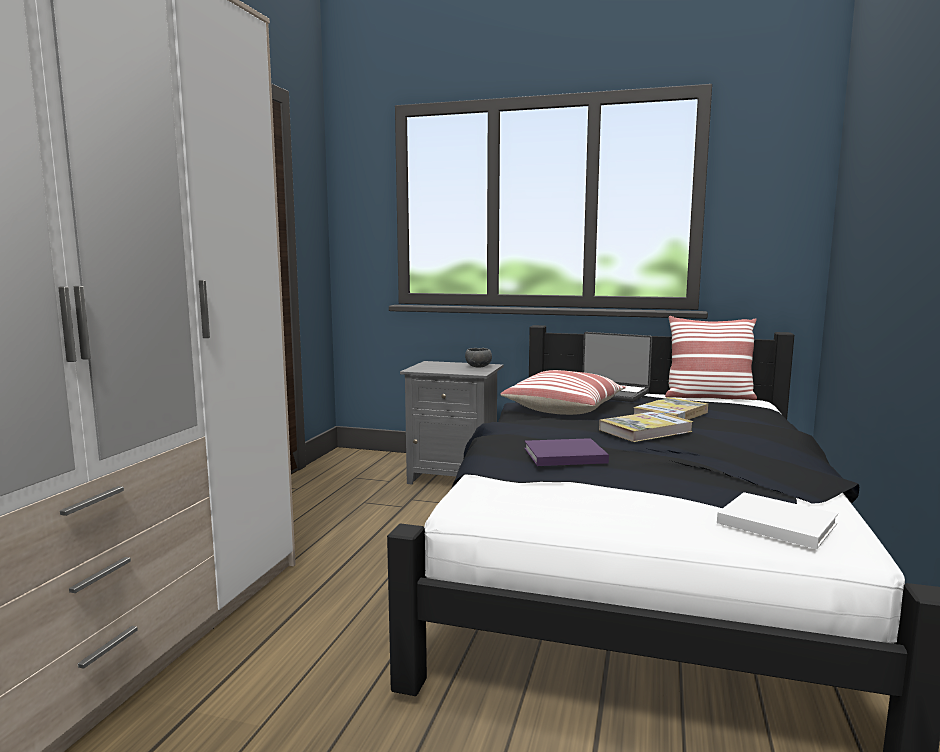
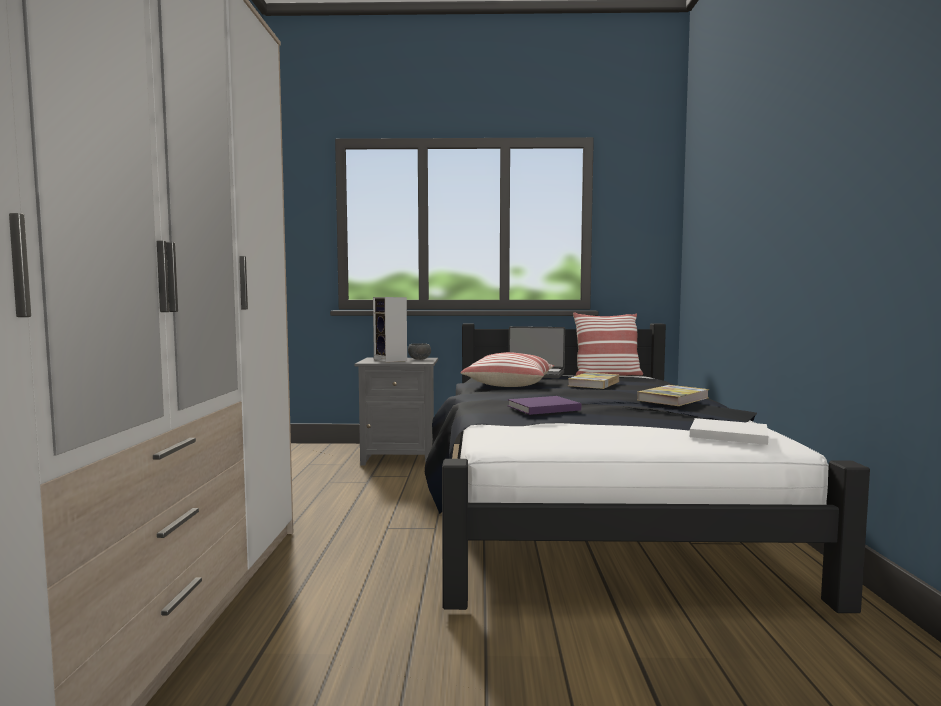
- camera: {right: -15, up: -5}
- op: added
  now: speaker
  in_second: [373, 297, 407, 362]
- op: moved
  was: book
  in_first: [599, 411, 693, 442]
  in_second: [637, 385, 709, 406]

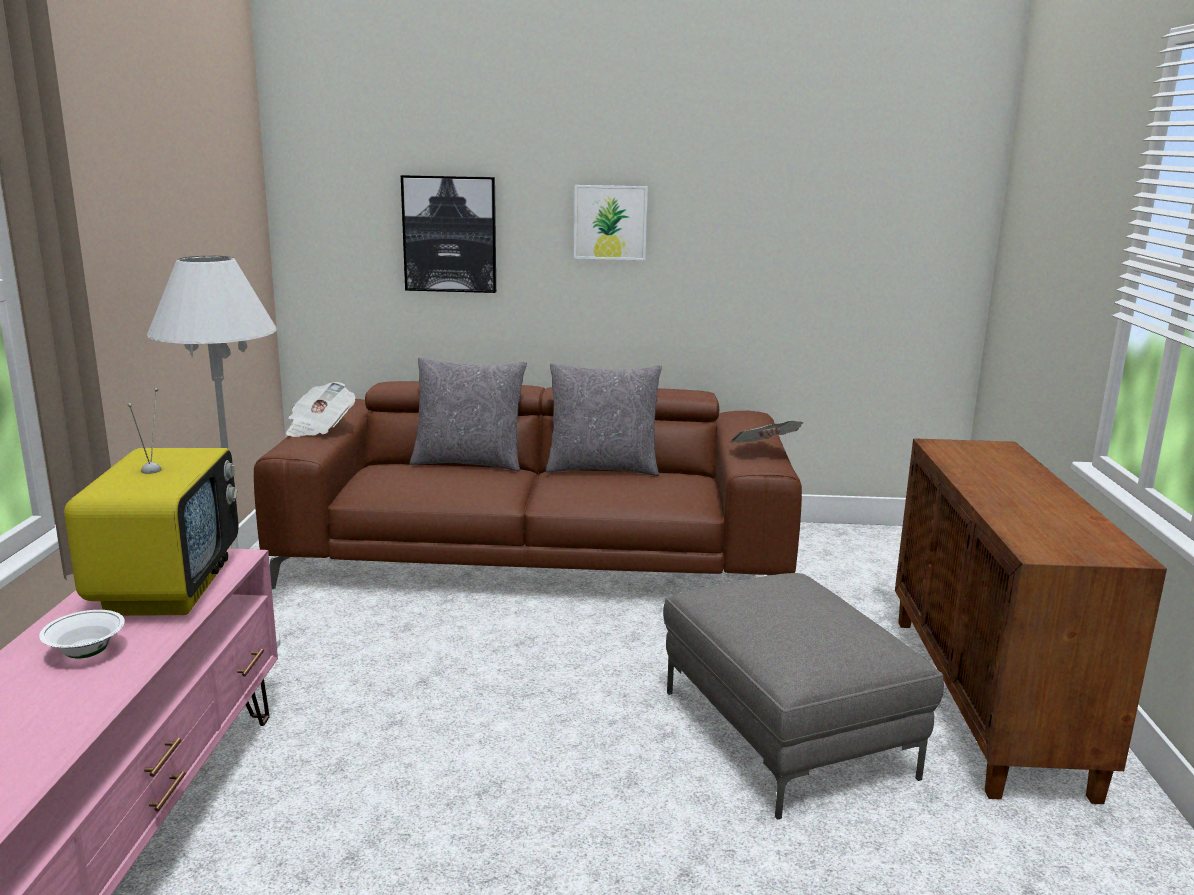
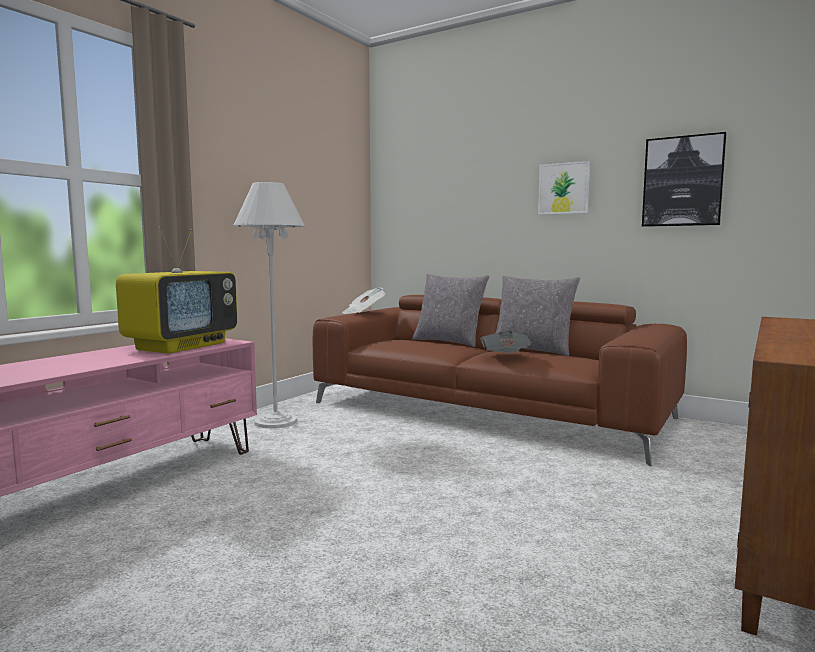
- camera: {right: 30, up: -10}
- op: removed
  was: white_bowl
  in_first: [39, 610, 125, 659]
- op: removed
  was: grey_ottoman
  in_first: [663, 573, 944, 820]
- op: moved
  was: picture
  in_first: [401, 175, 496, 293]
  in_second: [642, 132, 727, 227]
- op: moved
  was: newspaper
  in_first: [730, 421, 803, 443]
  in_second: [480, 331, 532, 353]

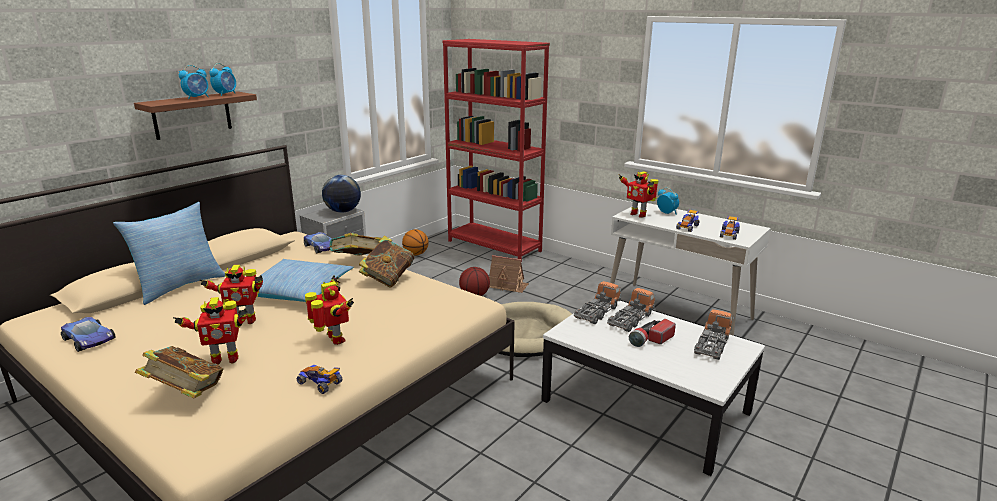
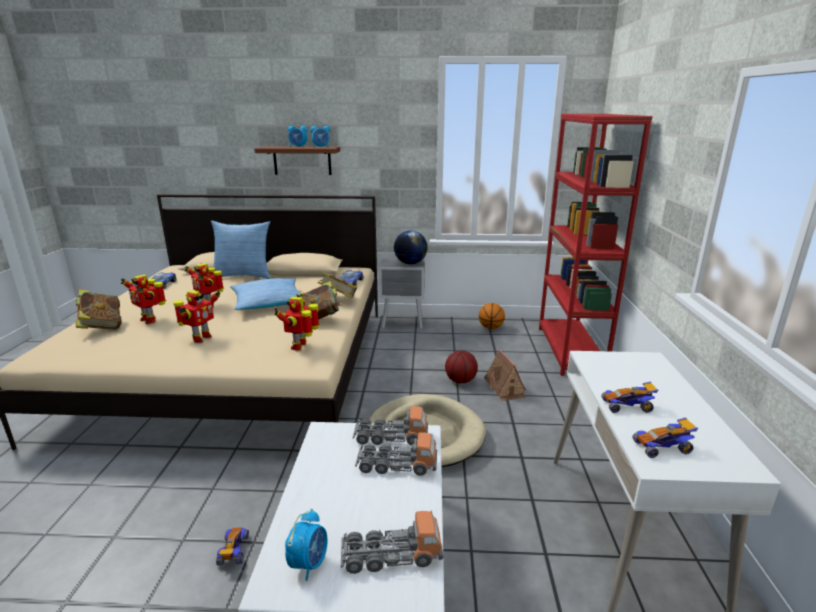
- camera: {right: 55, up: 0}
- op: removed
  was: flashlight
  in_first: [629, 319, 676, 347]
- op: moved
  was: toy_car
  in_first: [296, 365, 342, 394]
  in_second: [216, 527, 249, 566]
- op: moved
  was: toy_robot
  in_first: [619, 171, 658, 218]
  in_second: [274, 294, 319, 350]
- op: moved
  was: alarm_clock
  in_first: [657, 188, 679, 215]
  in_second: [285, 509, 328, 581]

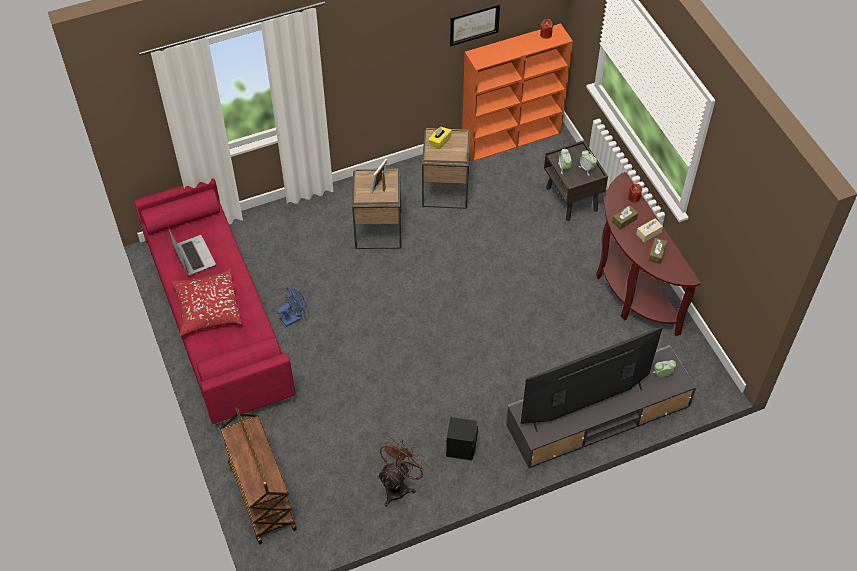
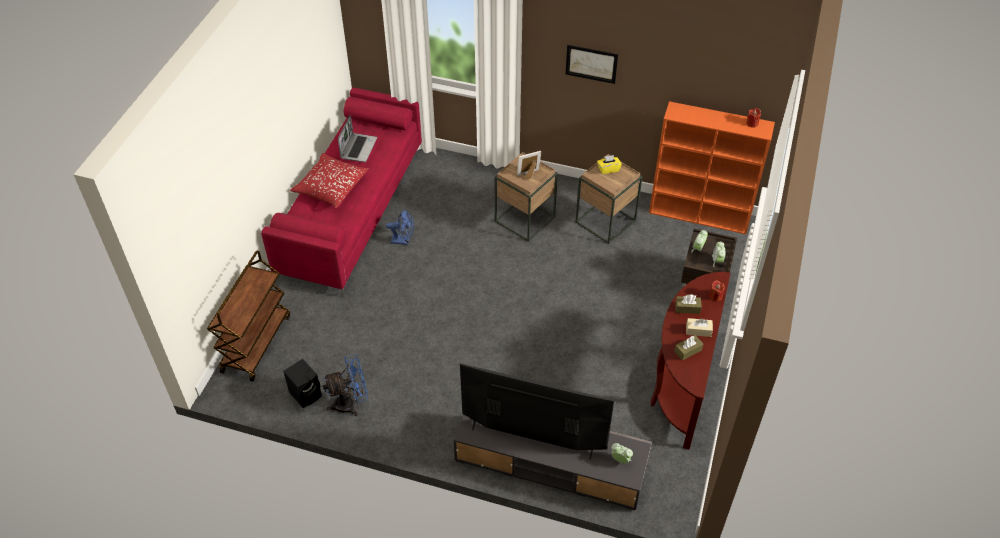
- camera: {right: 40, up: -5}
- op: moved
  was: black_speaker
  in_first: [446, 417, 478, 460]
  in_second: [283, 359, 322, 408]
- op: moved
  was: picture
  in_first: [450, 4, 500, 46]
  in_second: [565, 45, 618, 84]
- op: recoloured
  was: brown_fan
  now: blue_fan
  in_first: [377, 438, 428, 507]
  in_second: [323, 354, 368, 416]

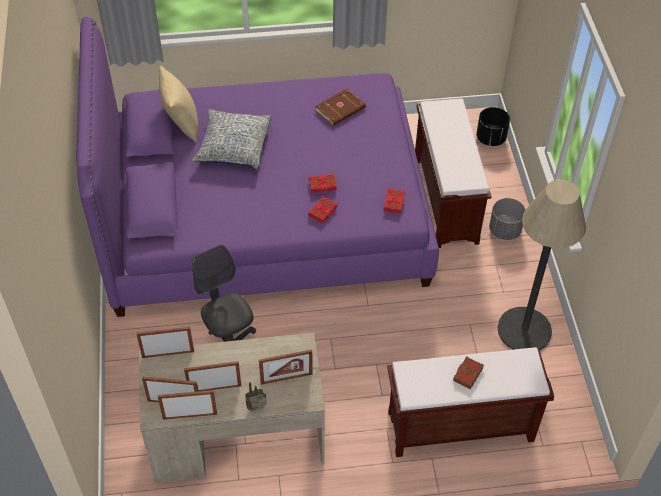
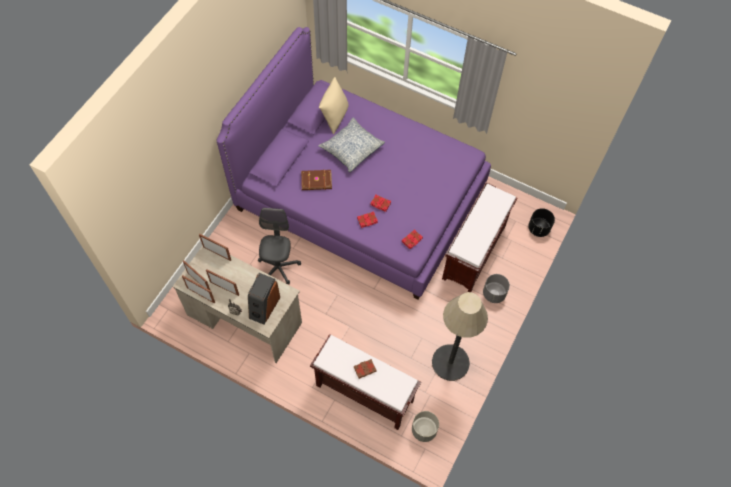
- camera: {right: 35, up: 10}
- op: added
  now: grey_planter
  in_second: [412, 411, 439, 442]
- op: moved
  was: brown_book
  in_first: [315, 89, 366, 126]
  in_second: [301, 170, 332, 190]
- op: replaced
  was: picture_frame
  now: speaker
  in_first: [259, 349, 313, 385]
  in_second: [248, 273, 280, 325]

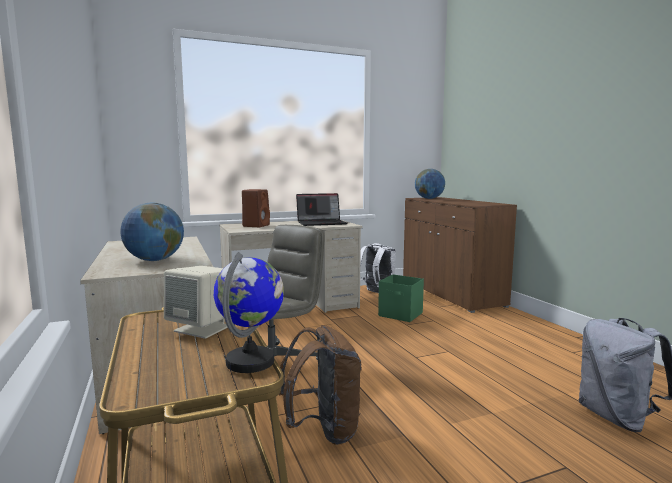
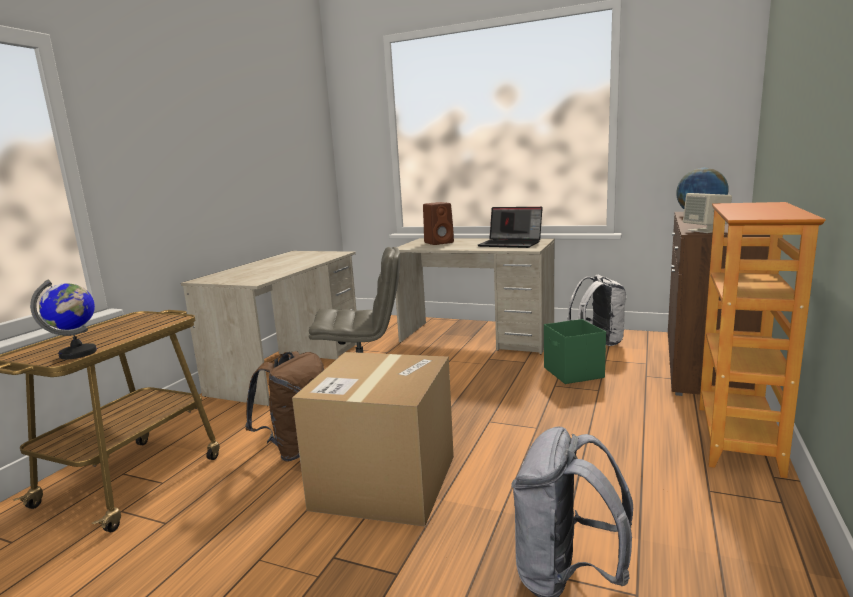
- camera: {right: 45, up: 5}
- op: removed
  was: globe
  in_first: [121, 203, 184, 261]
- op: added
  now: cardboard_box
  in_second: [292, 352, 454, 527]
- op: added
  now: bookcase
  in_second: [699, 202, 826, 478]
- op: moved
  was: beige_speaker
  in_first: [164, 266, 228, 339]
  in_second: [683, 193, 732, 233]

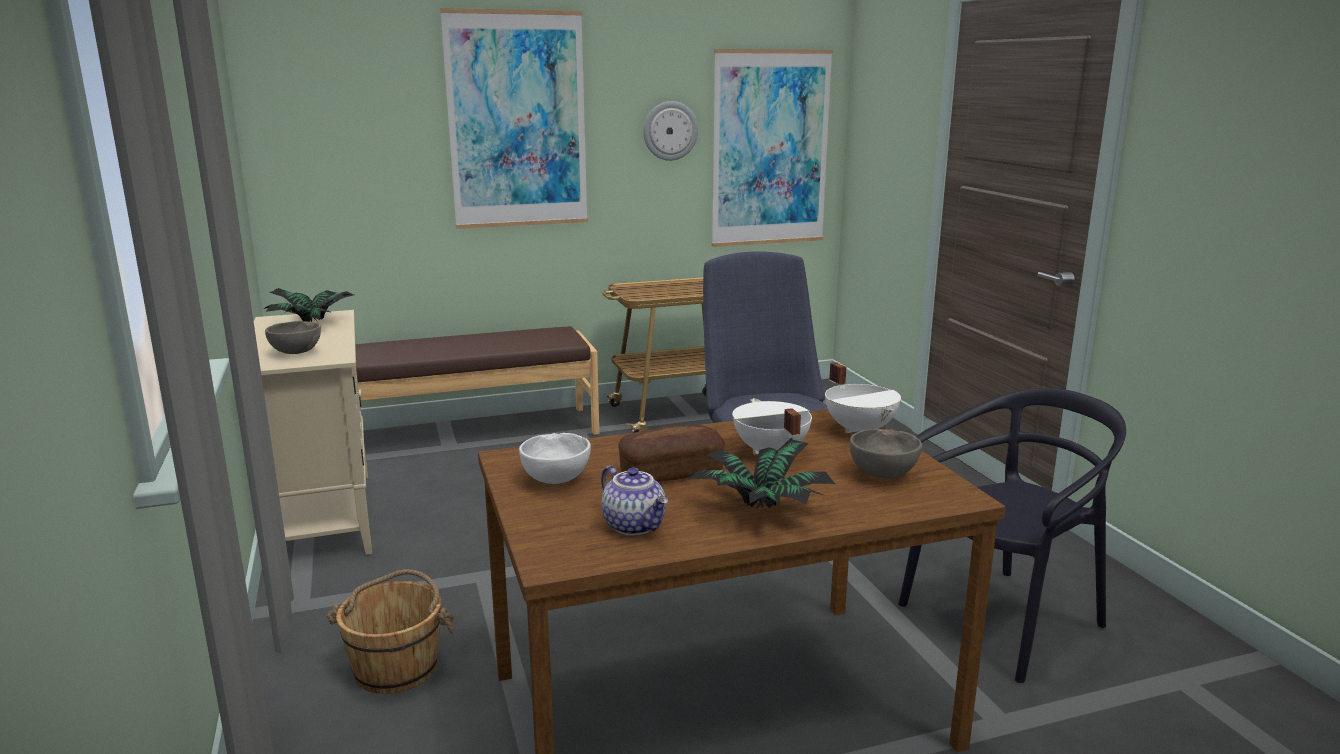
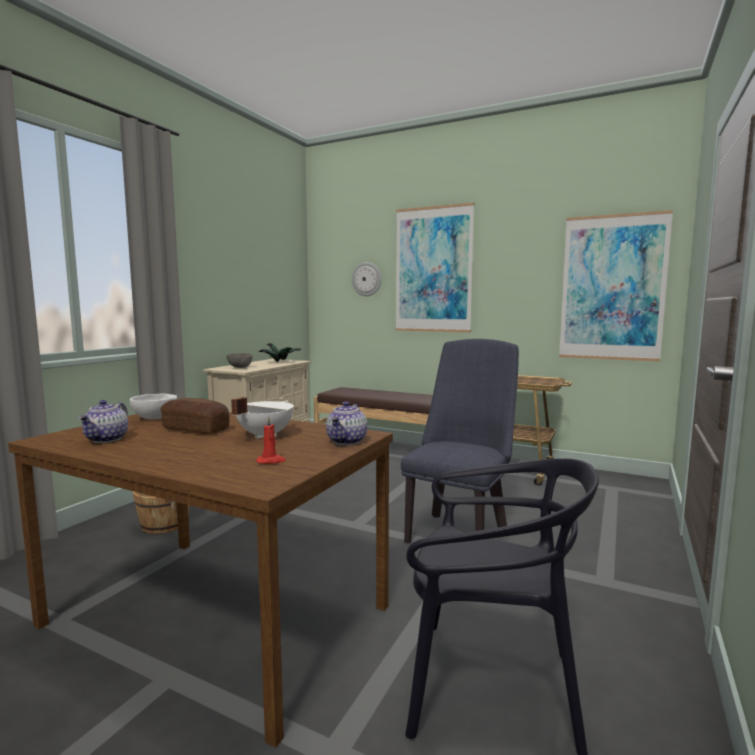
- camera: {right: 45, up: -10}
- op: removed
  was: potted_plant
  in_first: [689, 438, 835, 509]
- op: moved
  was: wall_clock
  in_first: [643, 101, 698, 161]
  in_second: [352, 262, 381, 296]
- op: replaced
  was: white_cooking_pot
  now: teapot
  in_first: [825, 362, 901, 433]
  in_second: [326, 401, 367, 445]
- op: replaced
  was: grey_bowl
  now: red_candle
  in_first: [850, 429, 922, 479]
  in_second: [257, 416, 286, 464]

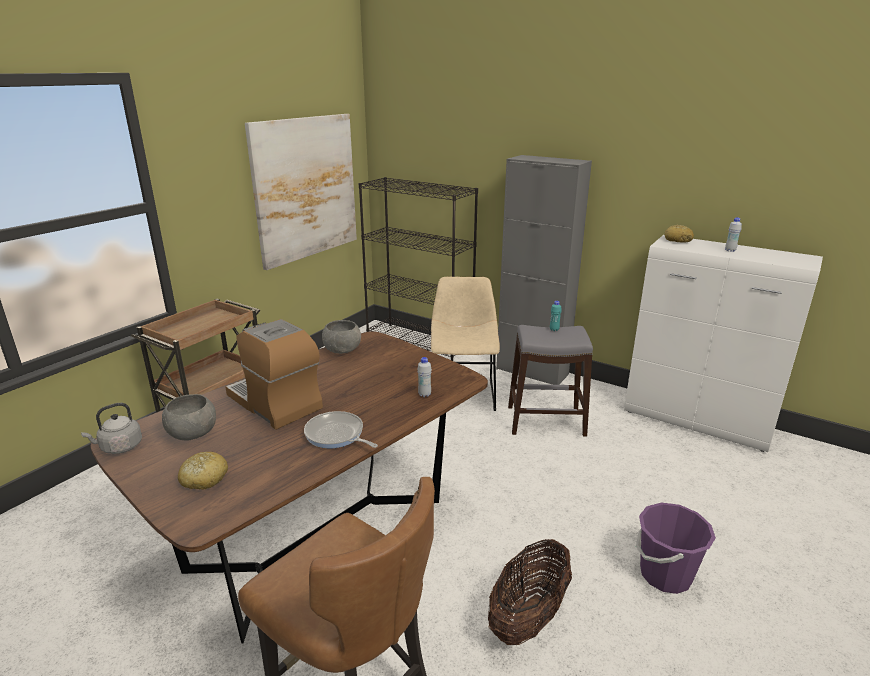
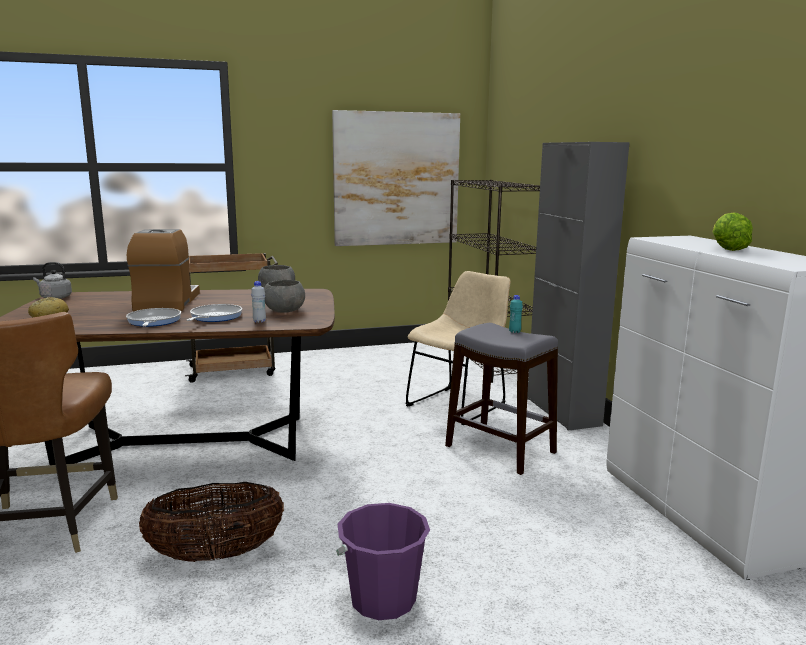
- camera: {right: 40, up: -10}
- op: removed
  was: bread
  in_first: [664, 224, 694, 242]
- op: added
  now: frying_pan
  in_second: [187, 304, 242, 322]
- op: moved
  was: grey_bowl
  in_first: [162, 394, 216, 440]
  in_second: [264, 280, 305, 313]
- op: replaced
  was: white_bottle
  now: lettuce
  in_first: [725, 217, 742, 252]
  in_second: [712, 212, 753, 251]

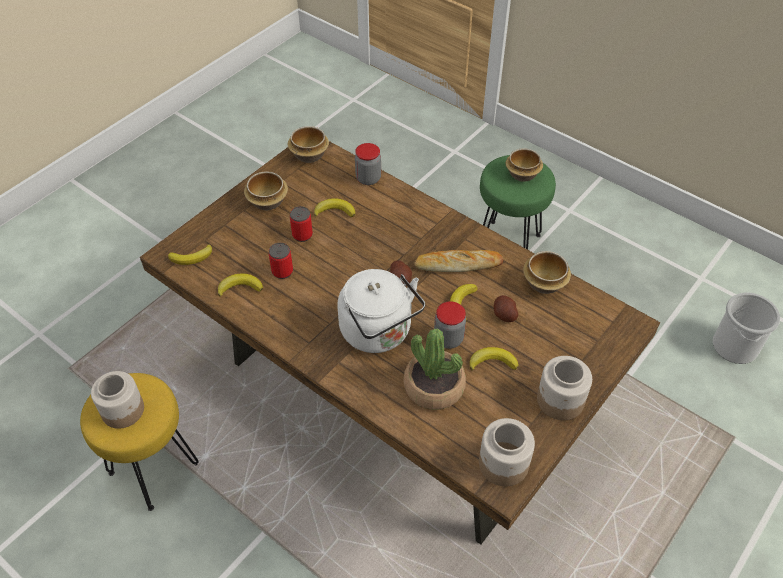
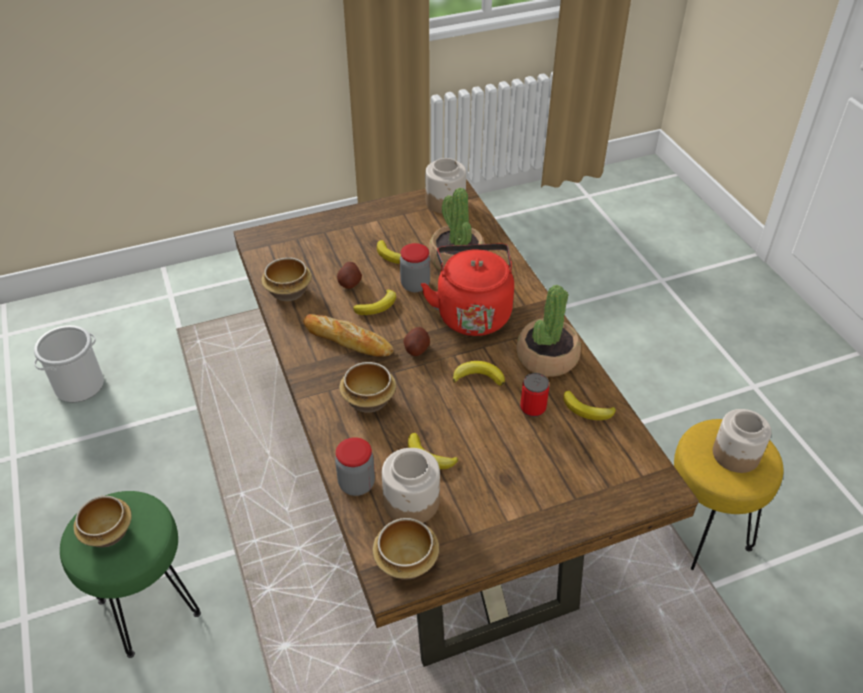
- camera: {right: -150, up: -5}
- op: removed
  was: can
  in_first: [290, 206, 313, 242]
- op: added
  now: potted_plant
  in_second: [516, 285, 581, 377]
- op: moved
  was: banana
  in_first: [168, 244, 212, 265]
  in_second: [453, 361, 505, 386]
- op: moved
  was: bowl
  in_first: [244, 171, 288, 210]
  in_second: [339, 362, 396, 413]
- op: moved
  was: jar
  in_first: [537, 356, 592, 420]
  in_second: [382, 448, 440, 523]
- op: recoloured
  was: white_kettle
  now: red_kettle
  in_first: [337, 269, 425, 353]
  in_second: [421, 244, 514, 336]

